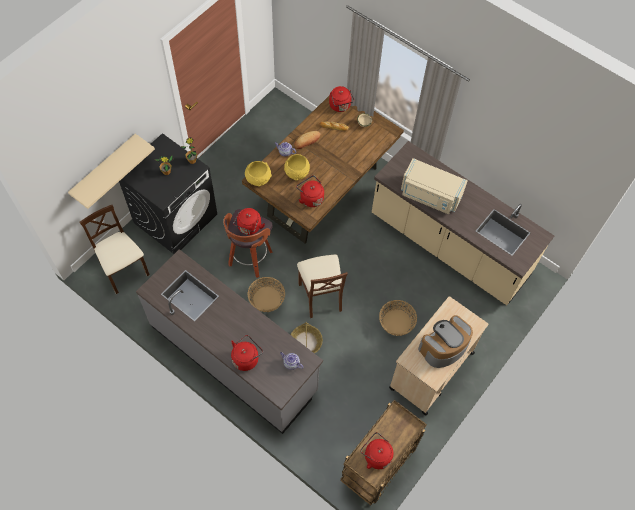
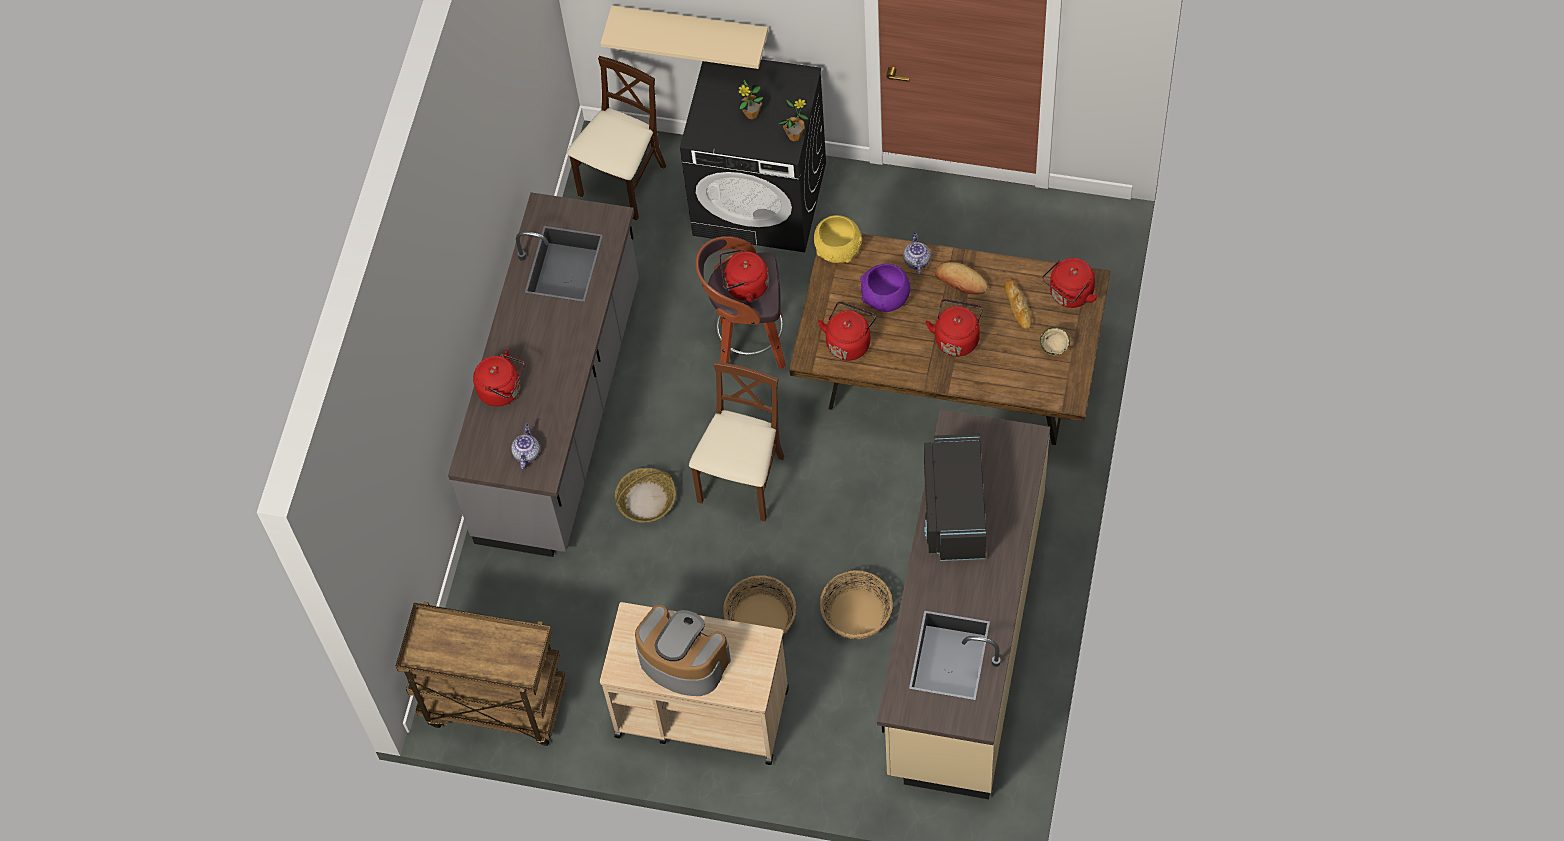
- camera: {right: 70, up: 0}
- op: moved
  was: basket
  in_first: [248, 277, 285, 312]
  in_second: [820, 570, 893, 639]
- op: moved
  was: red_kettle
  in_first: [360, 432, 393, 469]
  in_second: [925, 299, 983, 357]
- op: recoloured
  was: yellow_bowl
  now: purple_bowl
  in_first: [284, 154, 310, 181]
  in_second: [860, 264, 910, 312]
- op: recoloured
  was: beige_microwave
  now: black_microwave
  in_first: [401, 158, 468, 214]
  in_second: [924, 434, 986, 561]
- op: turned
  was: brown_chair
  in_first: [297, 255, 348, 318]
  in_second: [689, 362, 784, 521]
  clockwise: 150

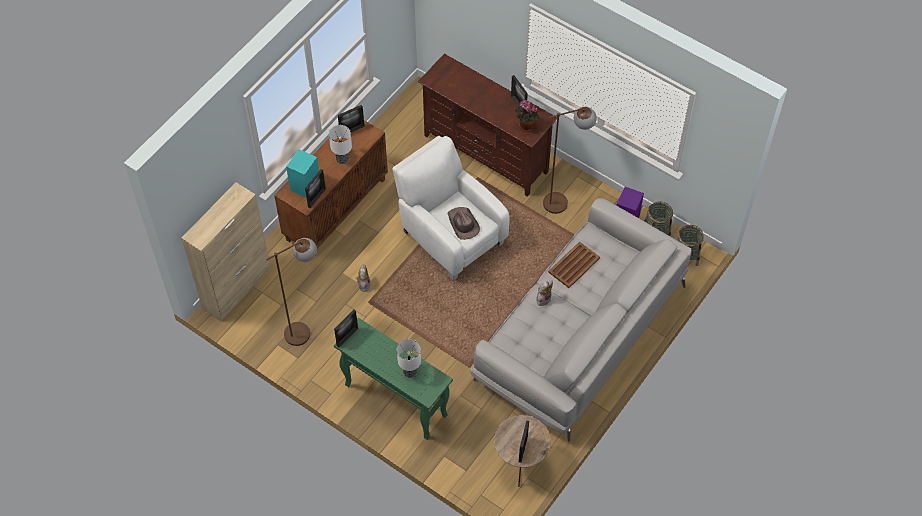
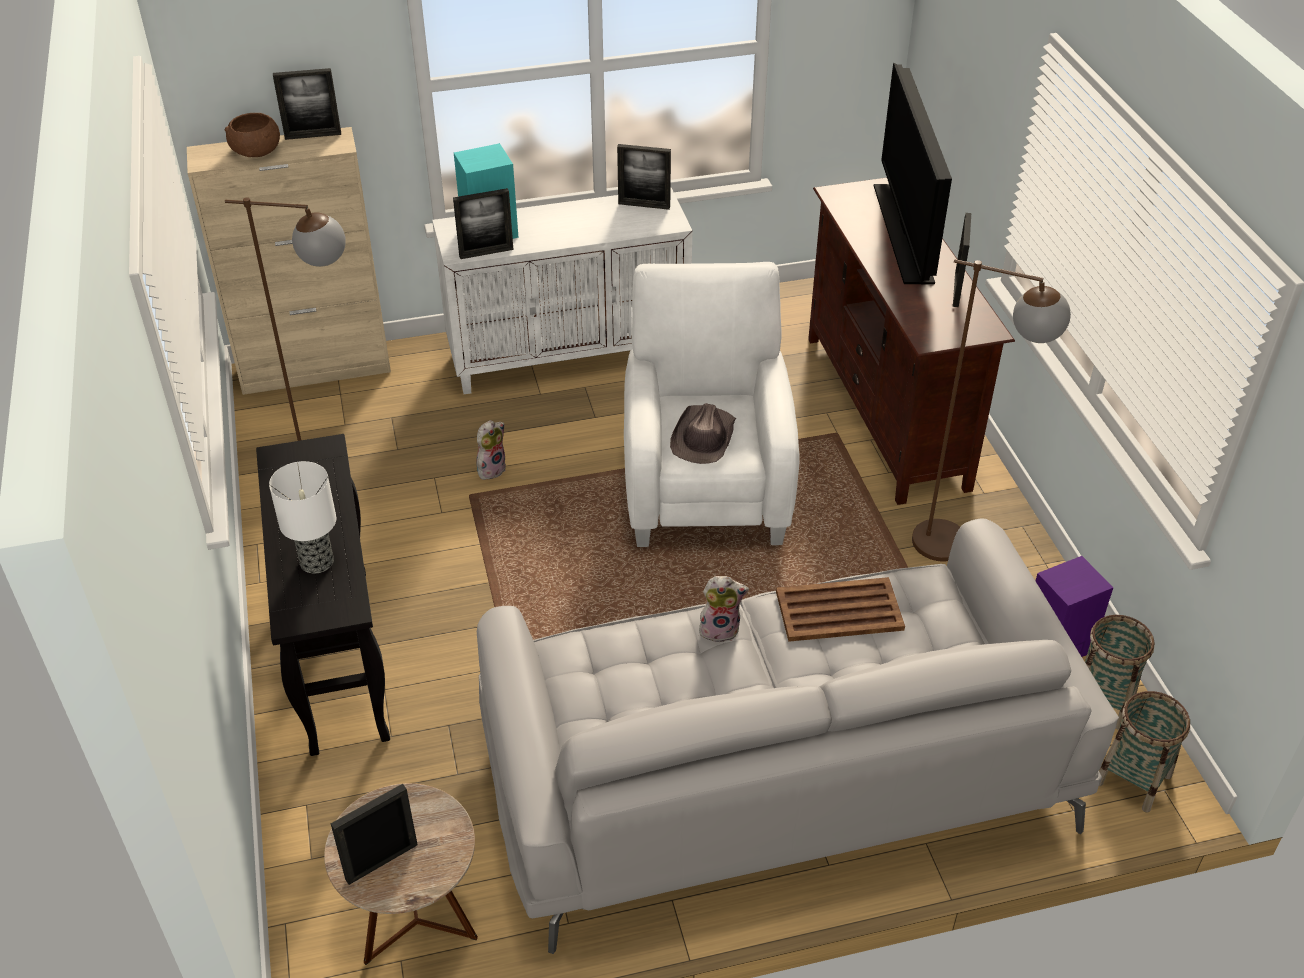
- camera: {right: 40, up: -15}
- op: removed
  was: table_lamp
  in_first: [329, 125, 352, 164]
- op: removed
  was: potted_plant
  in_first: [515, 99, 539, 132]
- op: added
  now: brown_bowl
  in_second: [225, 113, 280, 157]
- op: added
  now: television
  in_second: [874, 62, 952, 285]
- op: moved
  was: picture_frame
  in_first: [334, 309, 358, 347]
  in_second: [273, 68, 341, 140]
- op: recoloured
  was: brown_cabinet
  now: white_cabinet
  in_first: [274, 120, 388, 249]
  in_second: [432, 188, 693, 394]
- op: recoloured
  was: green_console_table
  now: black_console_table
  in_first: [334, 318, 453, 440]
  in_second: [256, 434, 390, 756]

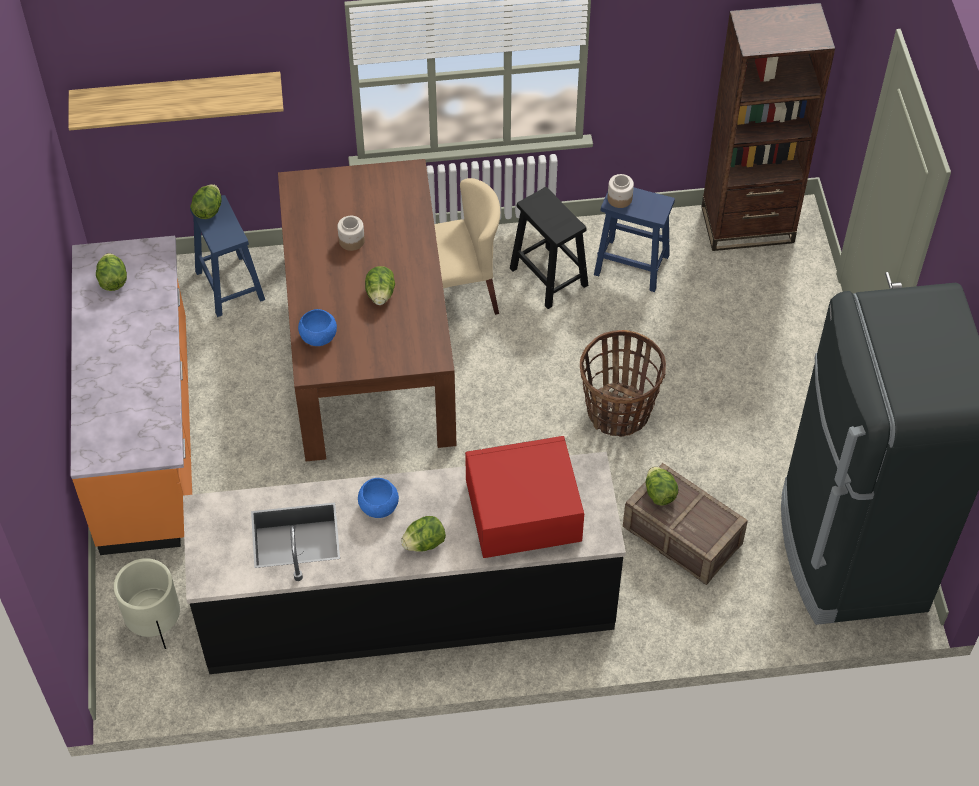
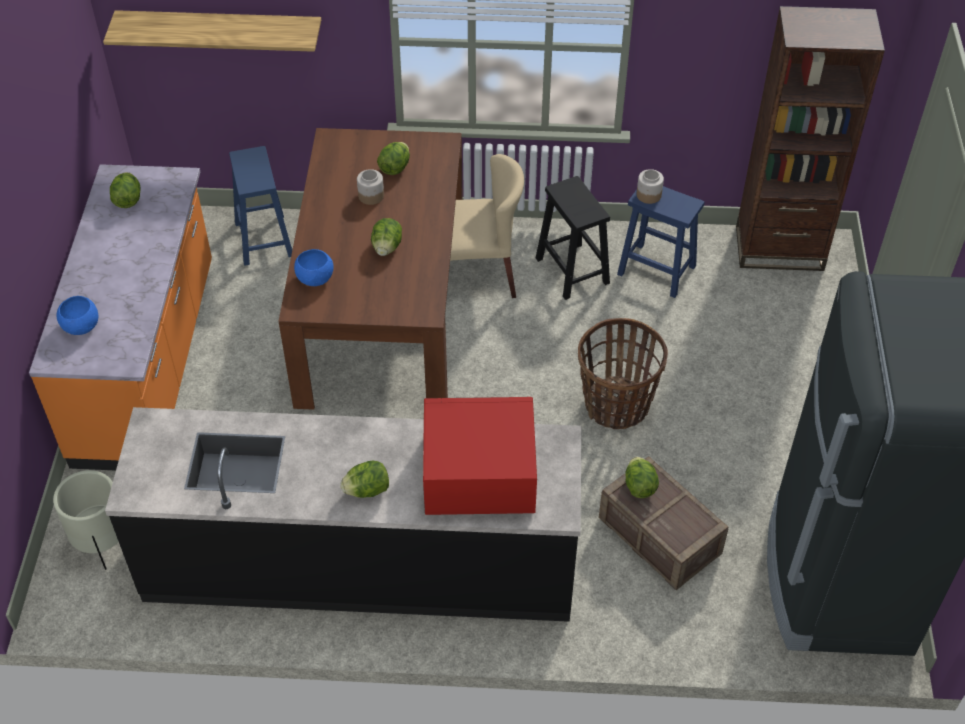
- camera: {right: 10, up: -5}
- op: moved
  was: lettuce
  in_first: [190, 184, 222, 219]
  in_second: [377, 142, 410, 175]
- op: moved
  was: blue_bowl
  in_first: [358, 478, 399, 518]
  in_second: [57, 296, 99, 335]

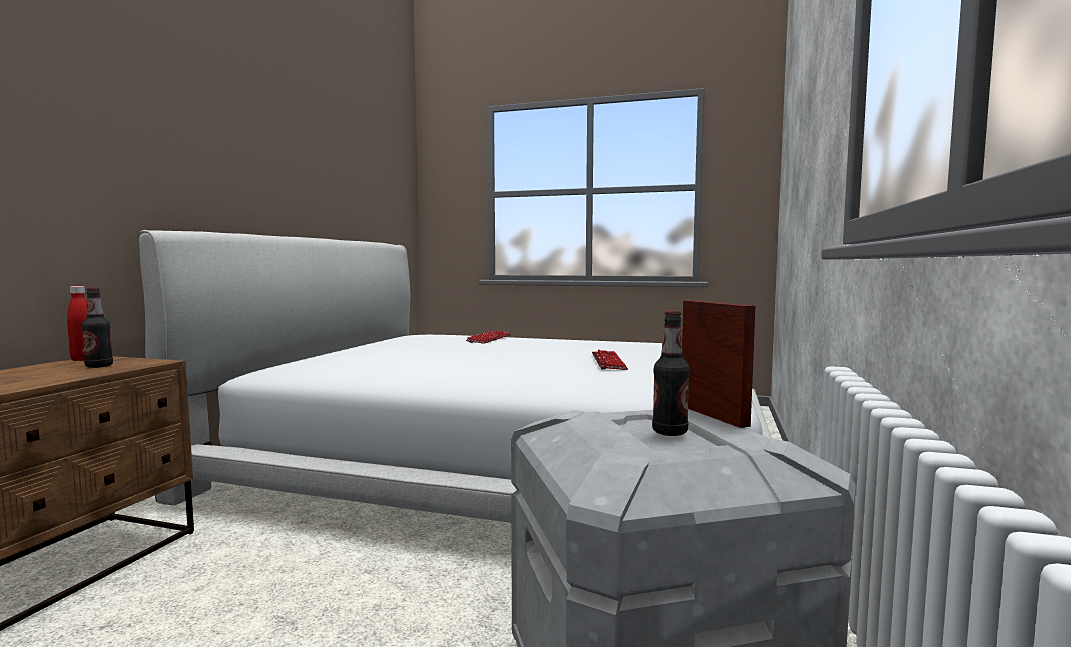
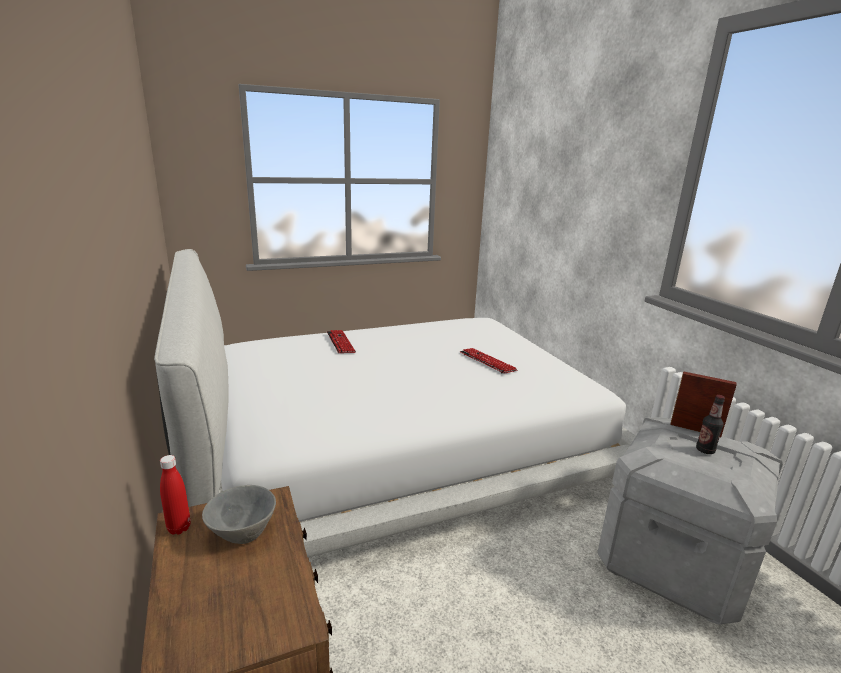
- camera: {right: -40, up: 15}
- op: replaced
  was: bottle
  now: grey_bowl
  in_first: [81, 287, 113, 368]
  in_second: [202, 485, 276, 544]

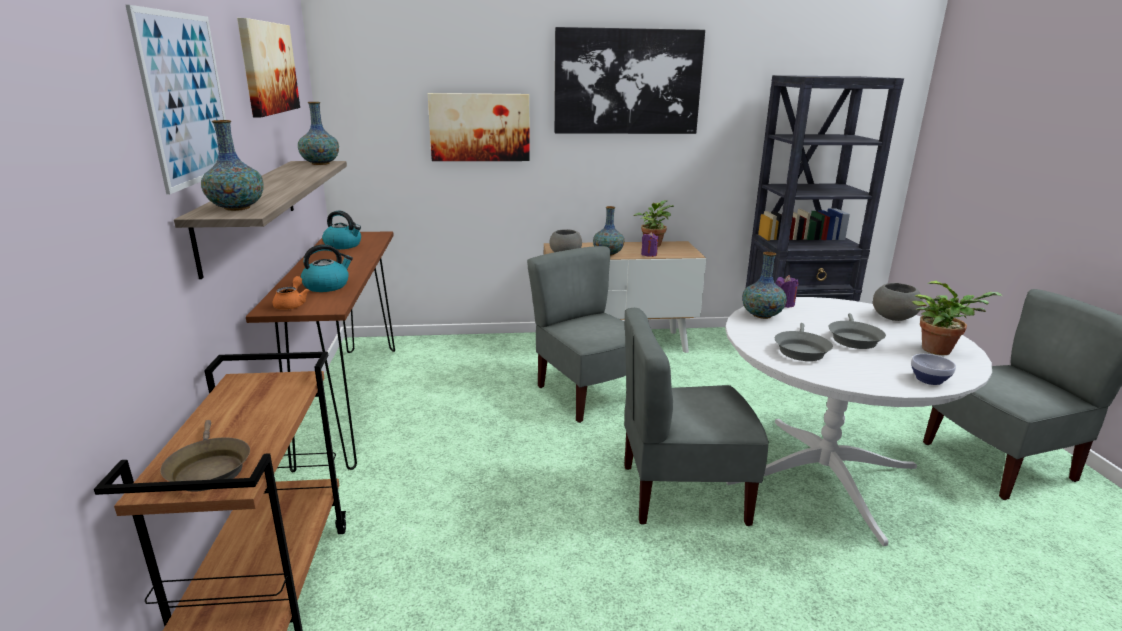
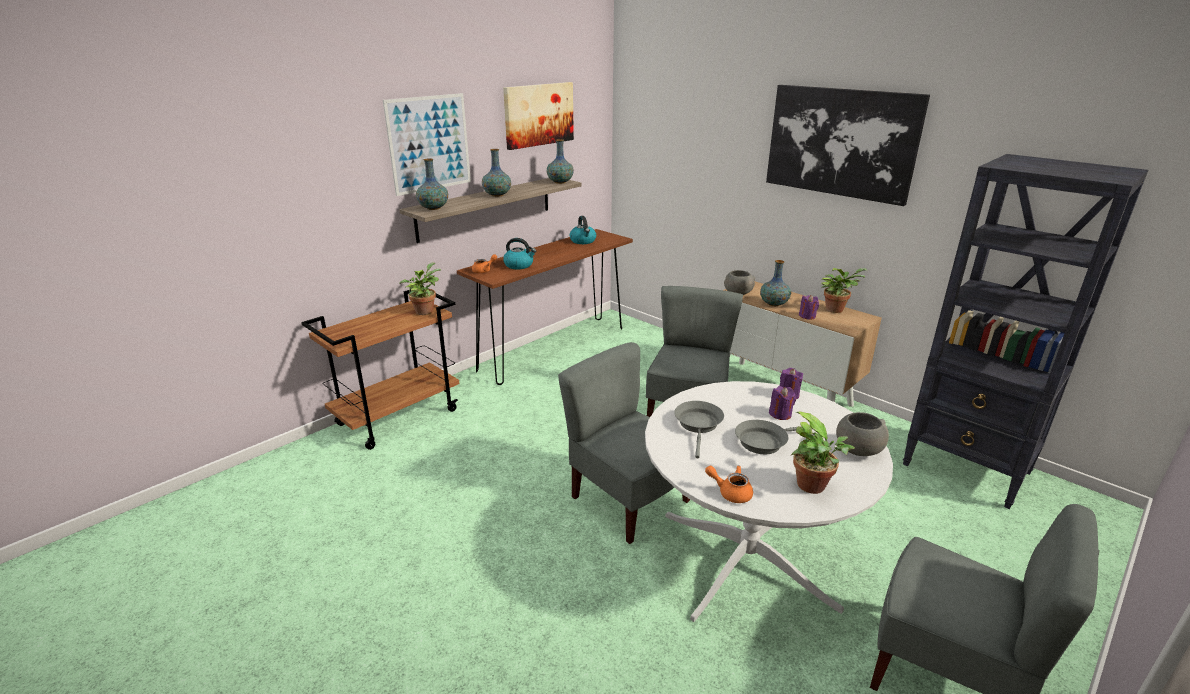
- camera: {right: 50, up: 5}
- op: removed
  was: brown_frying_pan
  in_first: [160, 420, 250, 492]
- op: removed
  was: picture
  in_first: [428, 93, 530, 161]
- op: added
  now: potted_plant
  in_second: [399, 262, 441, 315]
- op: added
  now: purple_candle
  in_second: [769, 386, 796, 420]
- op: moved
  was: vase
  in_first: [742, 252, 787, 319]
  in_second: [482, 149, 511, 197]
- op: replaced
  was: bowl
  now: orange_teapot
  in_first: [911, 354, 956, 385]
  in_second: [705, 466, 753, 503]
- op: turned
  was: grey_frying_pan
  in_first: [775, 323, 833, 361]
  in_second: [674, 401, 724, 458]
  clockwise: 120

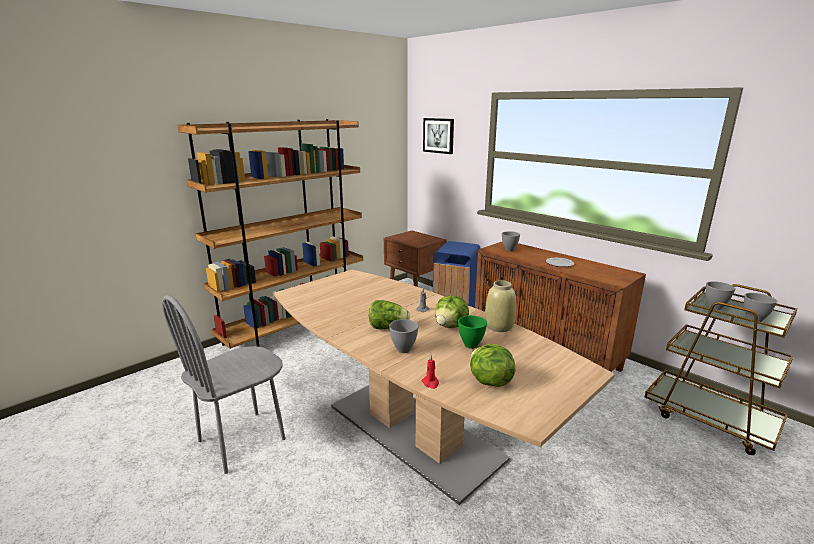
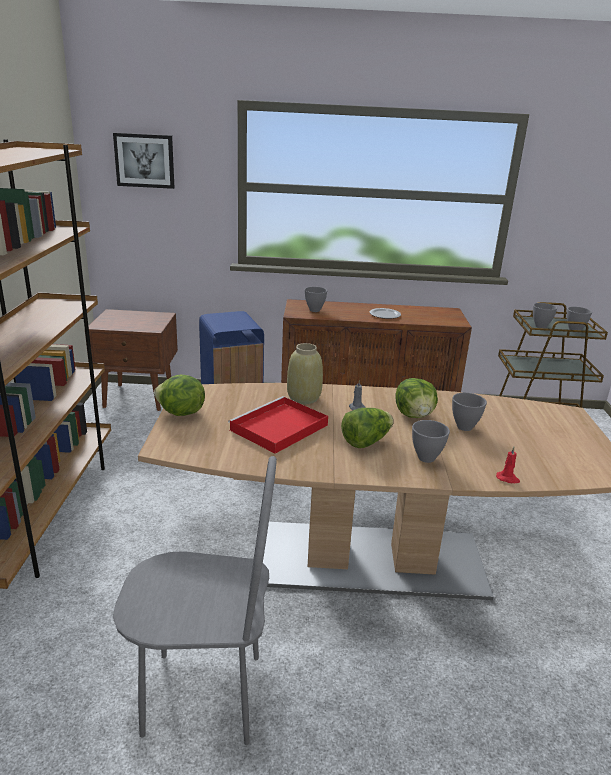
- camera: {right: -45, up: 5}
- op: added
  now: red_tray
  in_second: [228, 396, 328, 454]
- op: moved
  was: lettuce
  in_first: [470, 344, 515, 387]
  in_second: [154, 375, 205, 416]
- op: moved
  was: beige_vase
  in_first: [485, 280, 516, 332]
  in_second: [287, 343, 323, 404]
- op: recoloured
  was: green_bowl
  now: grey_bowl
  in_first: [458, 315, 487, 349]
  in_second: [452, 393, 487, 431]
- op: turned
  was: grey_chair
  in_first: [162, 295, 285, 474]
  in_second: [113, 456, 277, 745]
  clockwise: -90

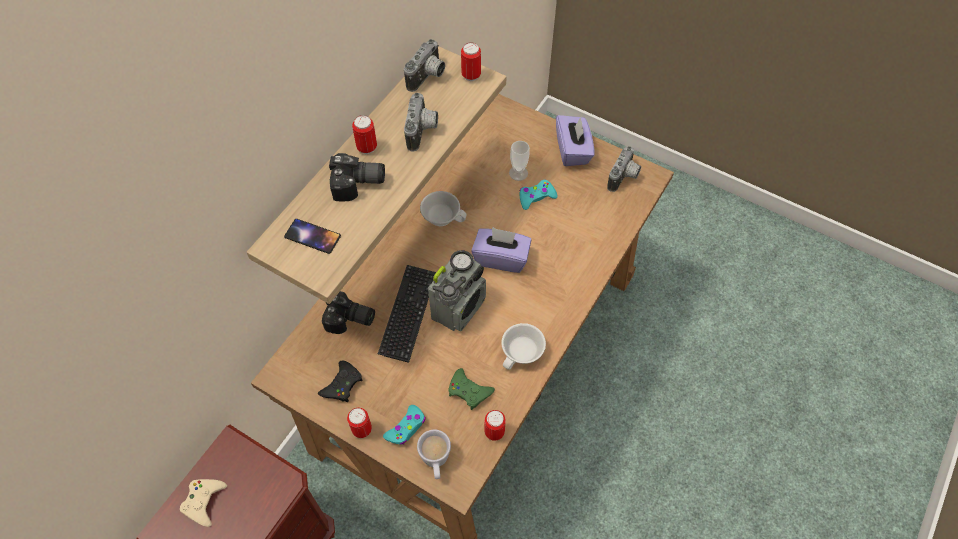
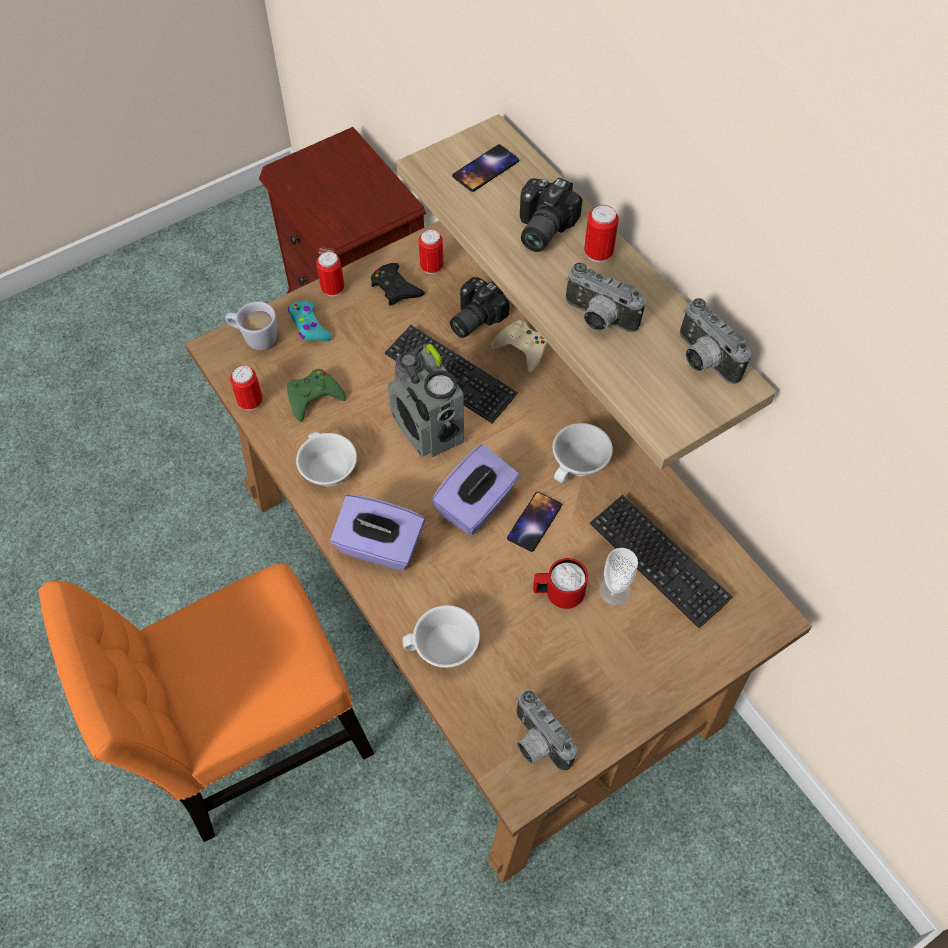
- camera: {right: 115, up: 0}
- op: added
  now: orange_chair
  in_second: [38, 564, 374, 842]
- op: added
  now: white_cup
  in_second: [403, 605, 480, 668]
- op: added
  now: phone
  in_second: [507, 492, 562, 552]
- op: added
  now: keyboard
  in_second: [590, 495, 733, 629]
- op: moved
  was: beige_game_controller
  in_first: [180, 479, 227, 527]
  in_second: [491, 320, 548, 372]
- op: moved
  was: can
  in_first: [461, 42, 481, 81]
  in_second: [419, 229, 443, 274]
- op: moved
  was: purple_tissue_box
  in_first: [556, 115, 595, 166]
  in_second: [330, 495, 425, 571]
- op: replaced
  was: turquoise_game_controller
  now: red_mug
  in_first: [519, 180, 558, 210]
  in_second: [533, 558, 588, 609]

